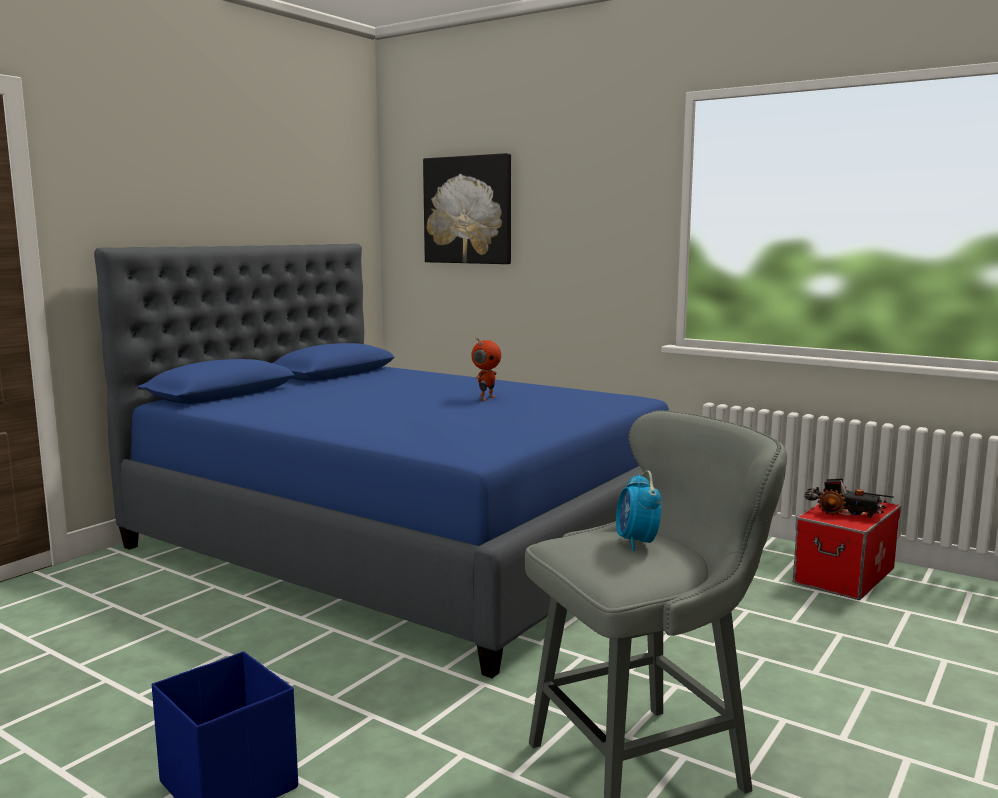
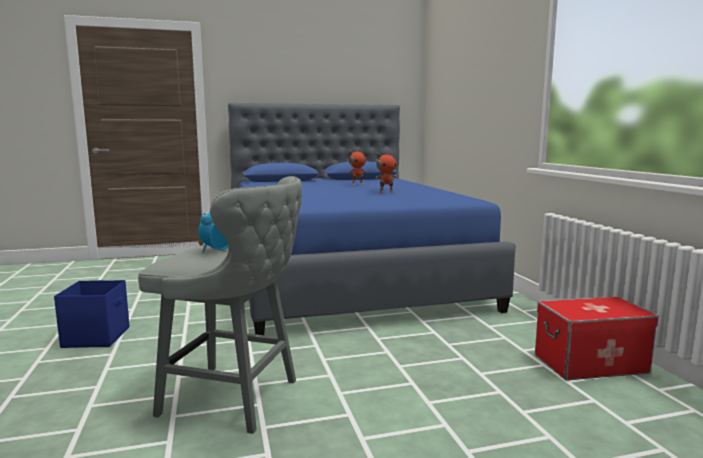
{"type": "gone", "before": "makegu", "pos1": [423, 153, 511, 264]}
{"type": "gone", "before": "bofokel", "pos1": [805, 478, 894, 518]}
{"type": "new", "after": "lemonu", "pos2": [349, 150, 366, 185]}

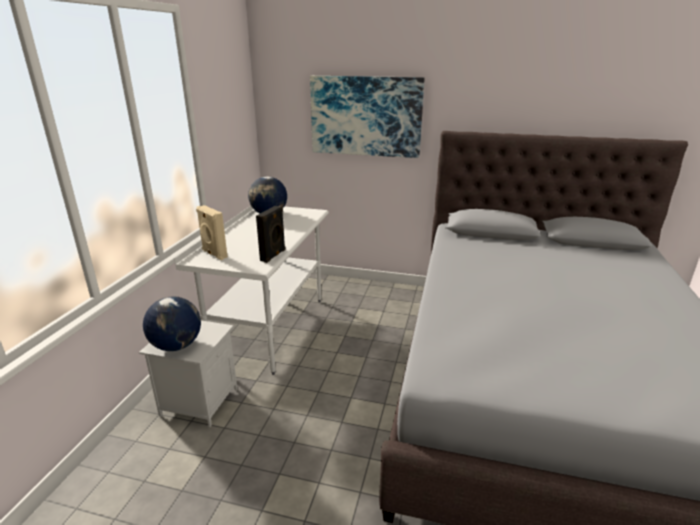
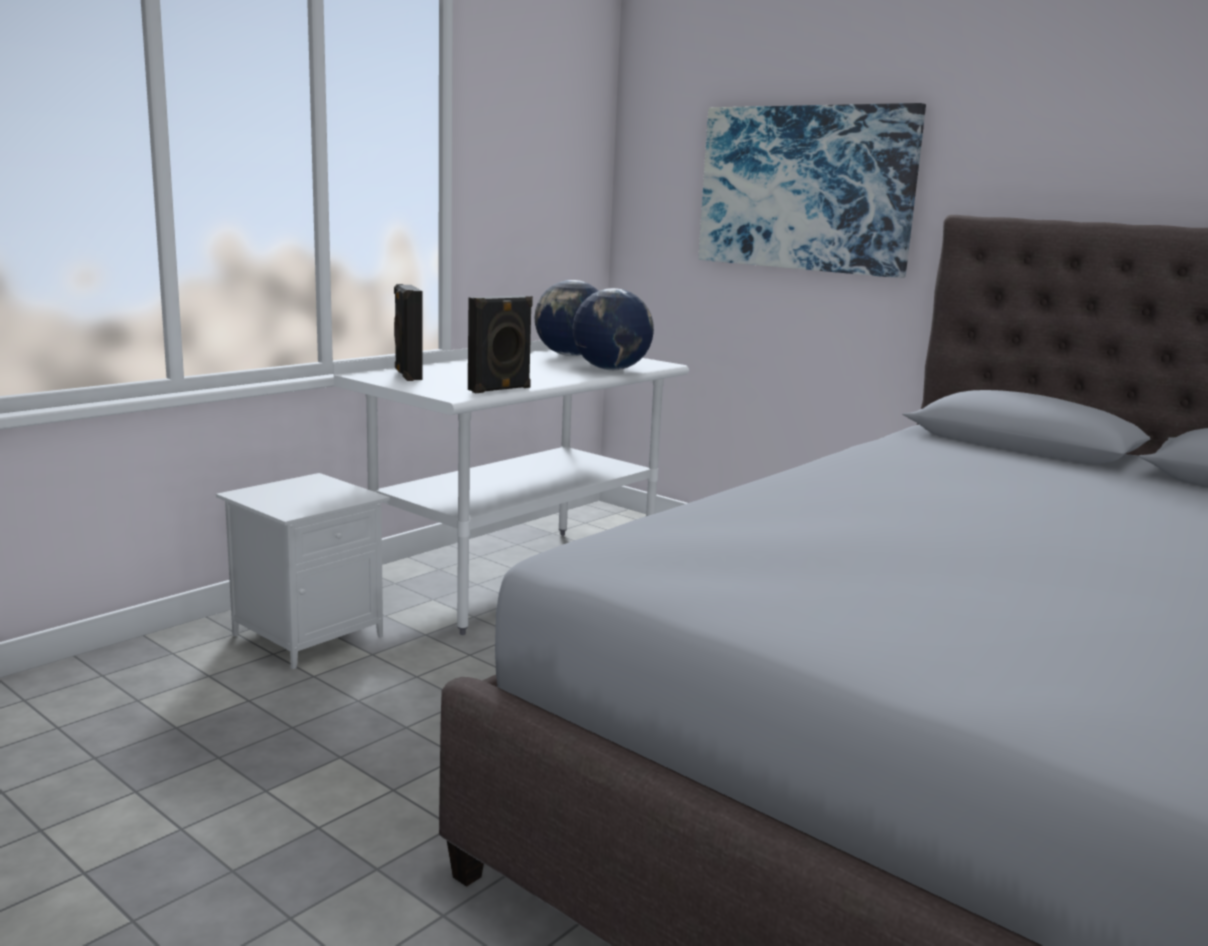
{"type": "shifted", "before": "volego", "pos1": [143, 296, 201, 351], "pos2": [573, 288, 654, 370]}
{"type": "repainted", "before": "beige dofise", "after": "black dofise", "pos1": [196, 205, 228, 260], "pos2": [394, 284, 423, 381]}

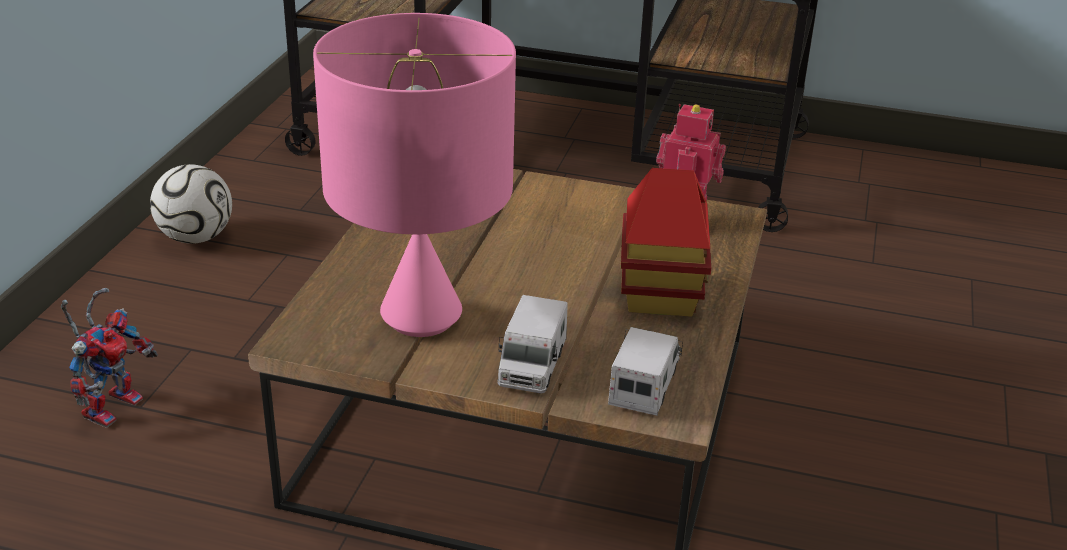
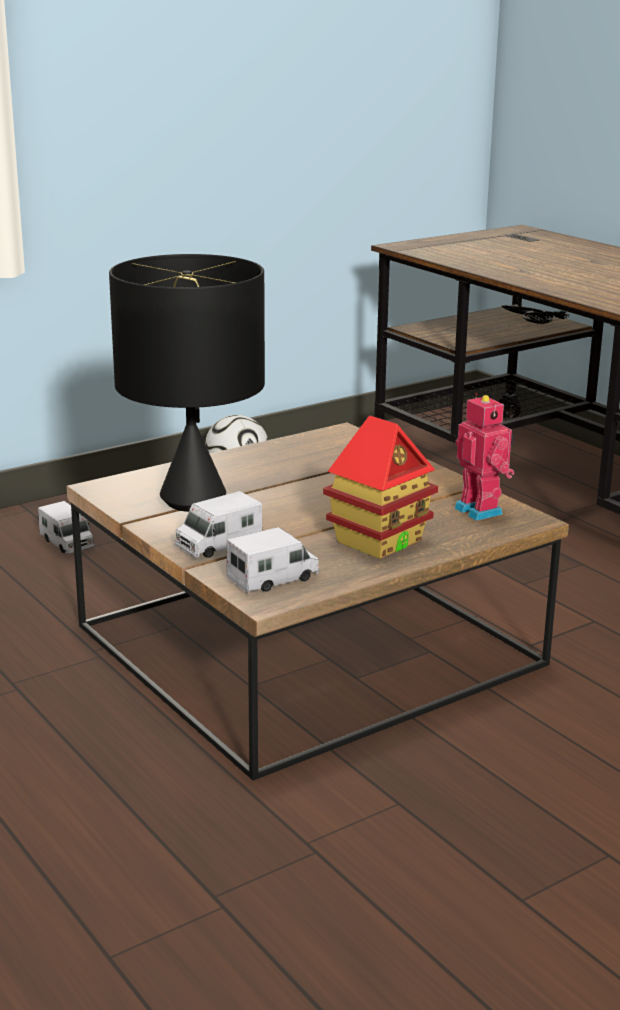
{"type": "swapped", "before": "lemonu", "after": "bofokel", "pos1": [61, 288, 158, 428], "pos2": [38, 501, 94, 554]}
{"type": "repainted", "before": "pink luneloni", "after": "black luneloni", "pos1": [313, 13, 516, 337], "pos2": [109, 254, 265, 512]}

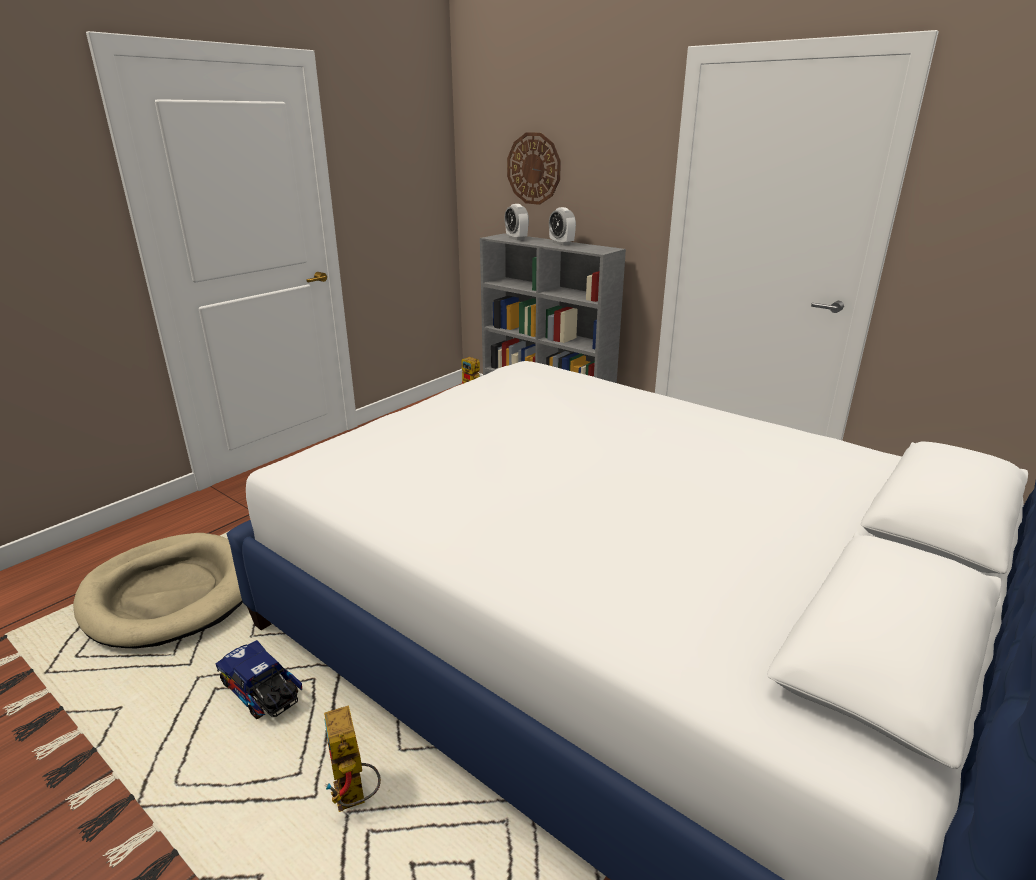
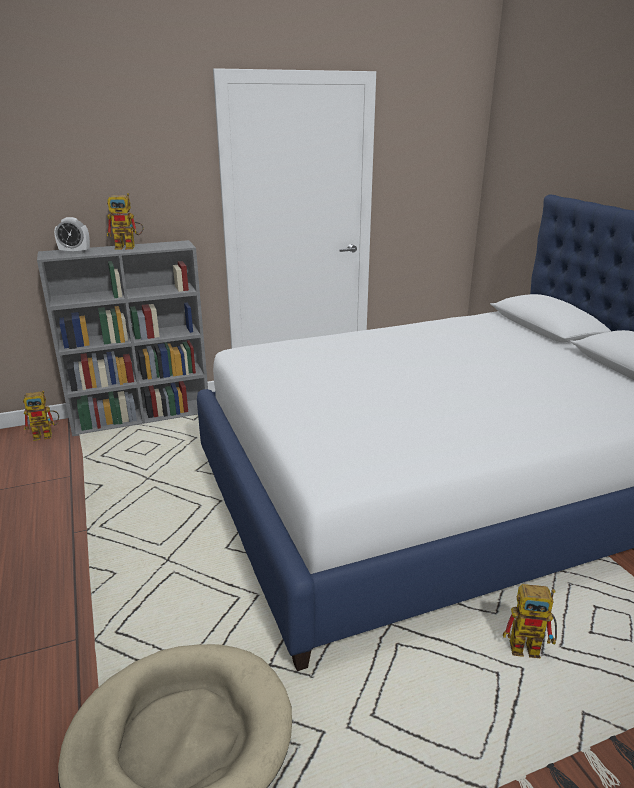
{"type": "gone", "before": "bofokel", "pos1": [216, 640, 302, 719]}
{"type": "gone", "before": "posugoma", "pos1": [507, 132, 561, 205]}
{"type": "swapped", "before": "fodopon", "after": "lemonu", "pos1": [549, 207, 576, 245], "pos2": [107, 193, 144, 250]}

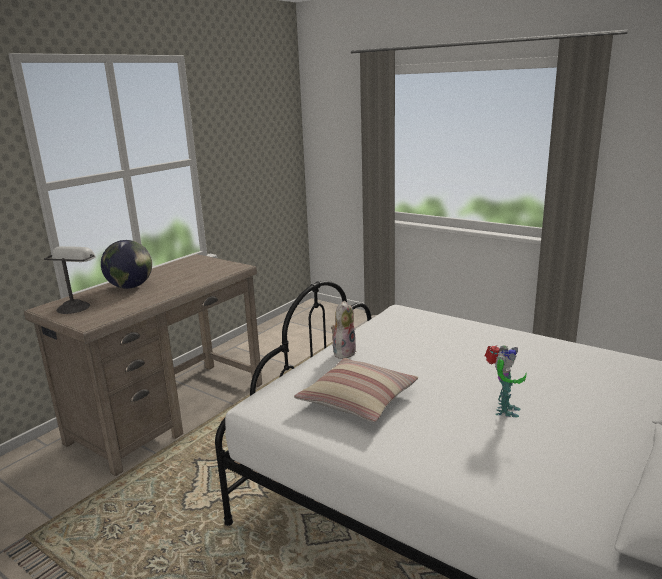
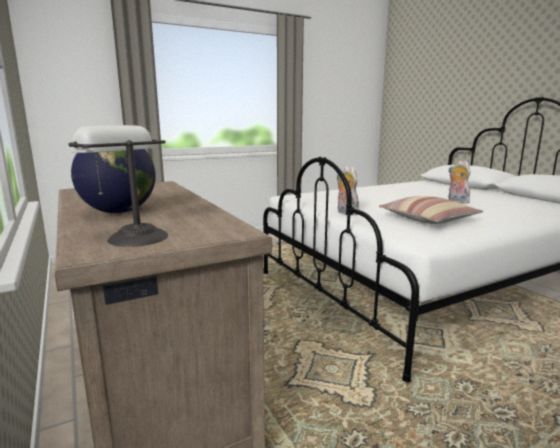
{"type": "swapped", "before": "lemonu", "after": "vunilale", "pos1": [485, 345, 526, 418], "pos2": [448, 161, 471, 204]}

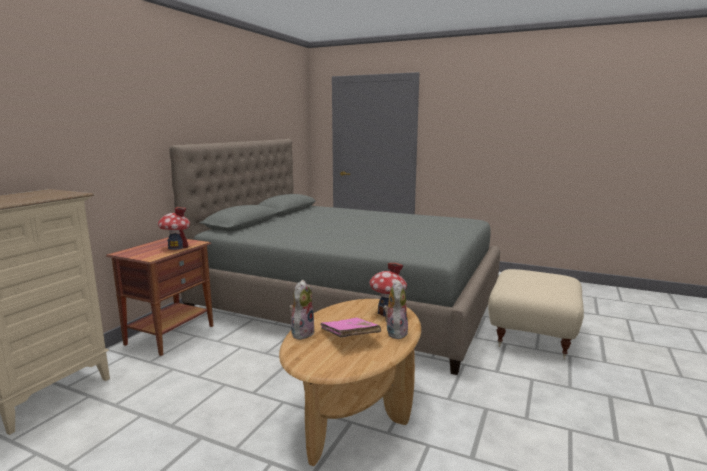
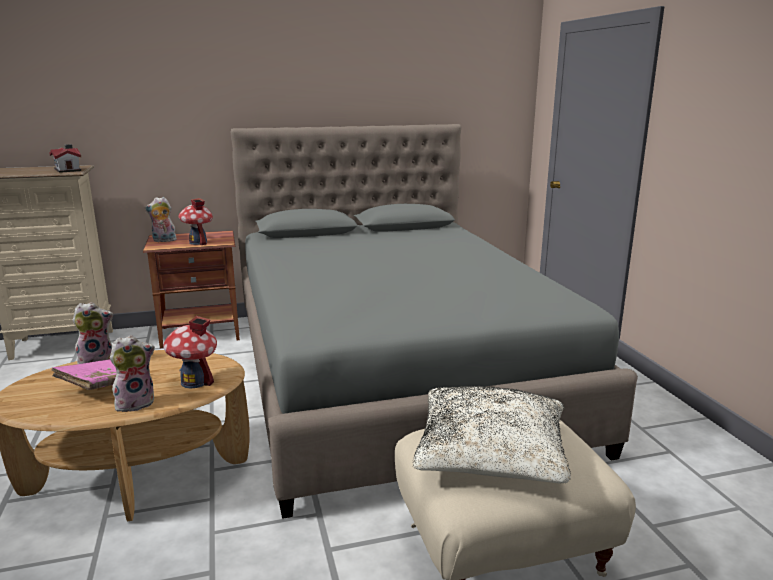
{"type": "new", "after": "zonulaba", "pos2": [49, 144, 82, 173]}
{"type": "new", "after": "vunilale", "pos2": [145, 197, 177, 242]}
{"type": "new", "after": "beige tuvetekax", "pos2": [413, 386, 572, 483]}

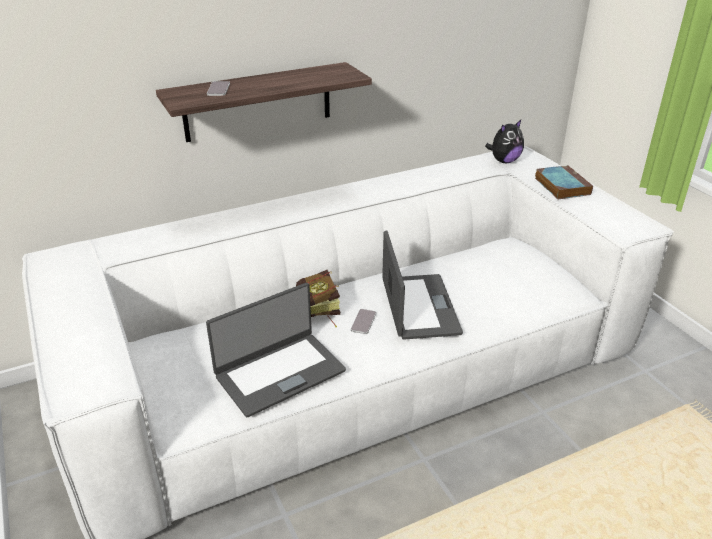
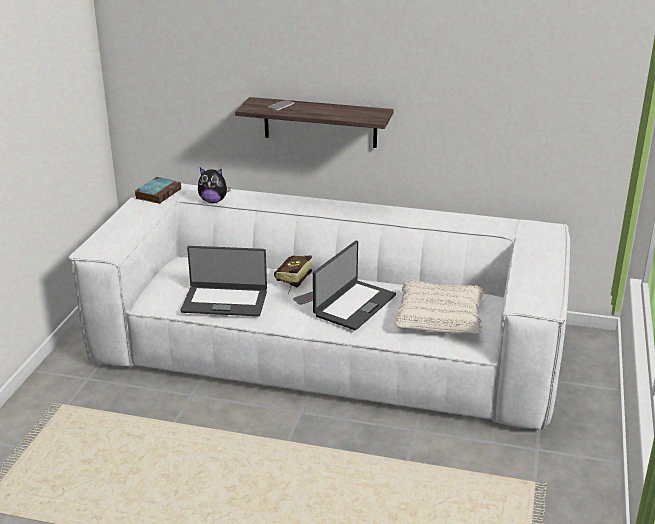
{"type": "shifted", "before": "vunilale", "pos1": [485, 120, 524, 163], "pos2": [198, 168, 231, 203]}
{"type": "shifted", "before": "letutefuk", "pos1": [535, 165, 593, 199], "pos2": [135, 177, 181, 204]}
{"type": "new", "after": "beige tuvetekax", "pos2": [395, 279, 485, 335]}

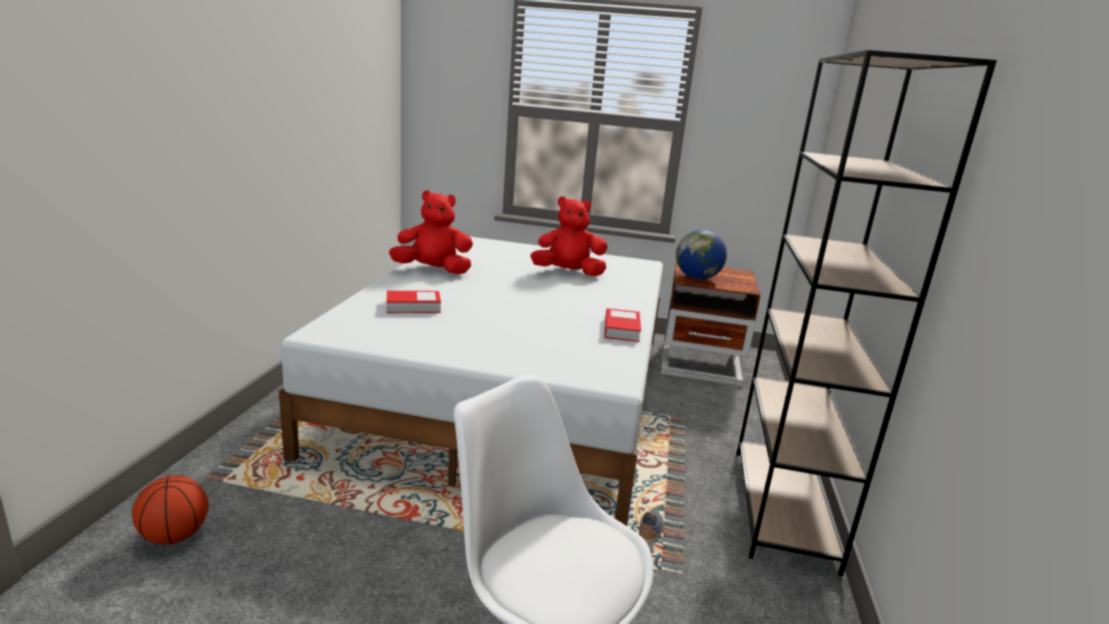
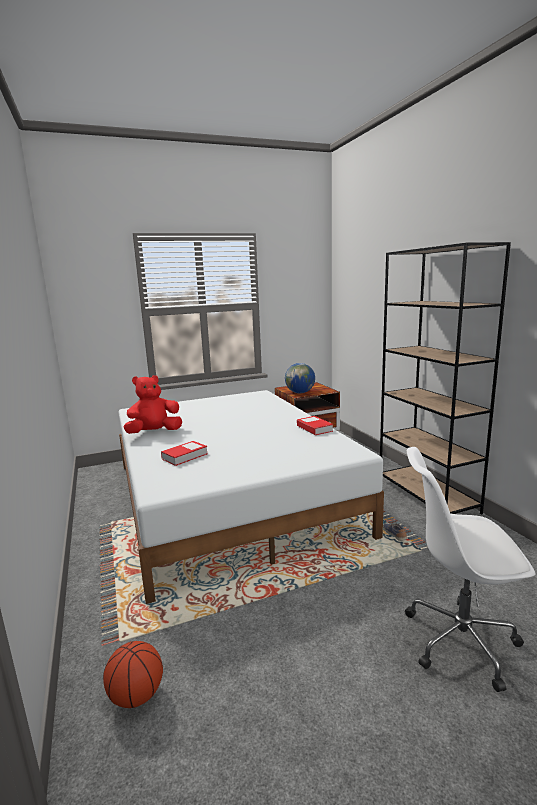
{"type": "gone", "before": "red vunilale", "pos1": [530, 196, 608, 276]}

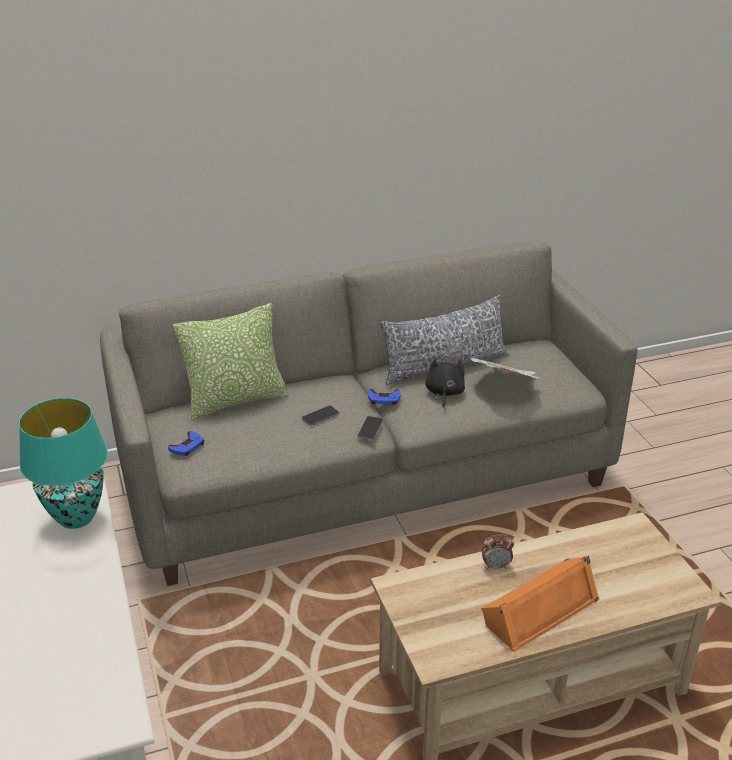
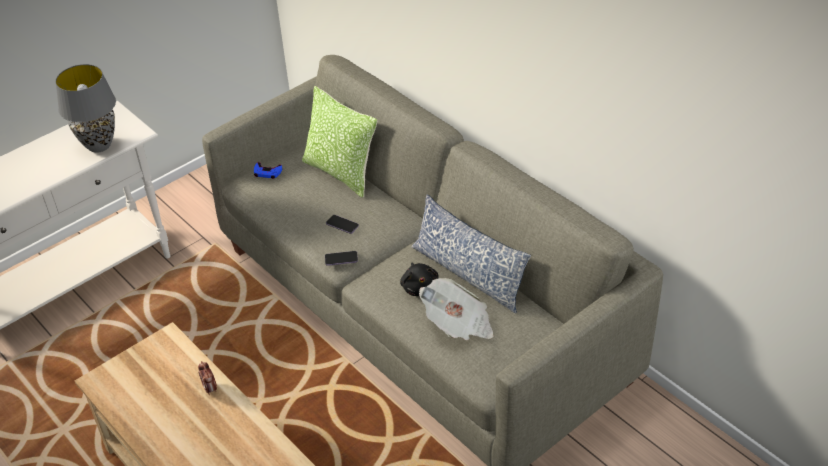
{"type": "repainted", "before": "turquoise luneloni", "after": "grey luneloni", "pos1": [19, 398, 108, 529], "pos2": [55, 64, 116, 153]}
{"type": "gone", "before": "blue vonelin", "pos1": [368, 389, 400, 405]}
{"type": "rotated", "before": "black vunilale", "pos1": [425, 356, 465, 408], "pos2": [400, 263, 439, 296], "turn": 90}
{"type": "gone", "before": "orange dofise", "pos1": [481, 556, 600, 652]}

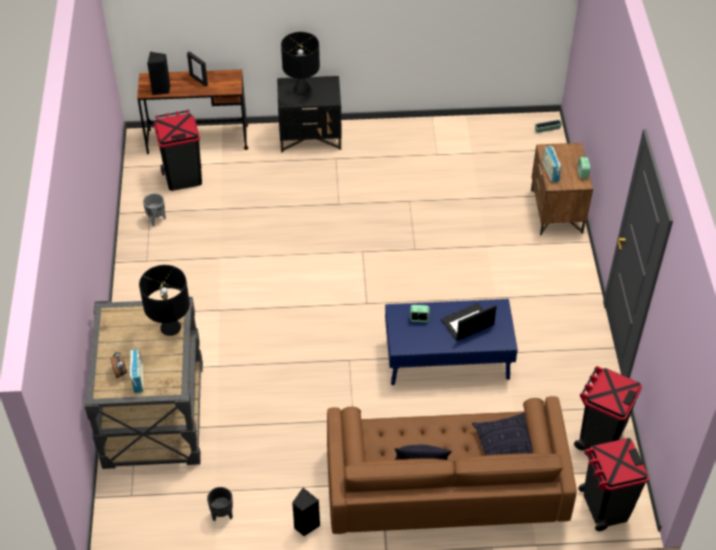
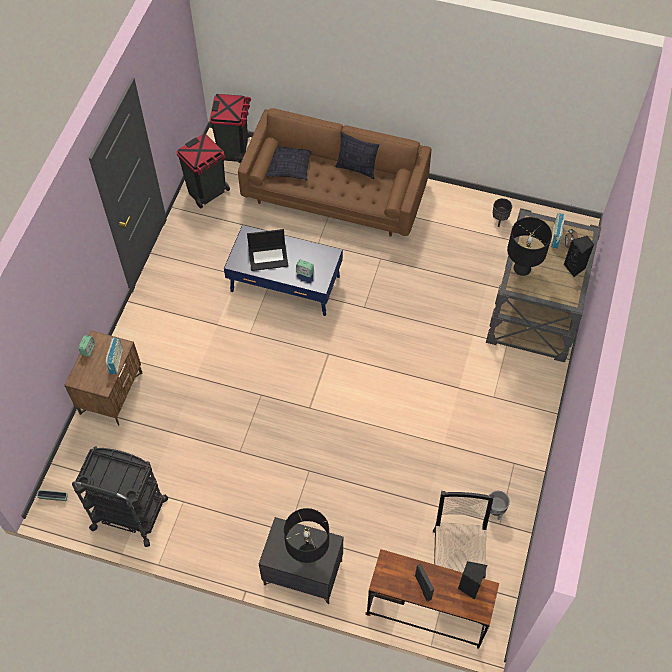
{"type": "swapped", "before": "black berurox", "after": "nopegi", "pos1": [154, 109, 202, 191], "pos2": [433, 491, 494, 579]}
{"type": "shifted", "before": "black dofise", "pos1": [292, 488, 320, 536], "pos2": [564, 236, 594, 277]}
{"type": "new", "after": "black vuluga", "pos2": [72, 446, 168, 547]}

